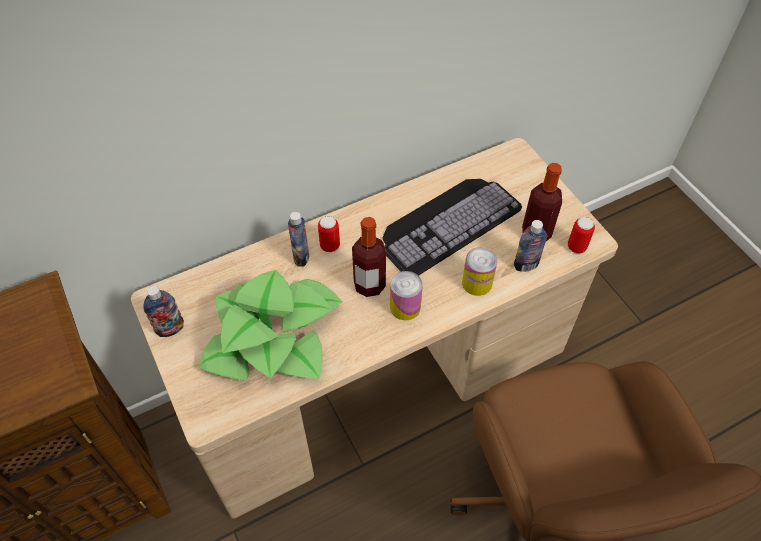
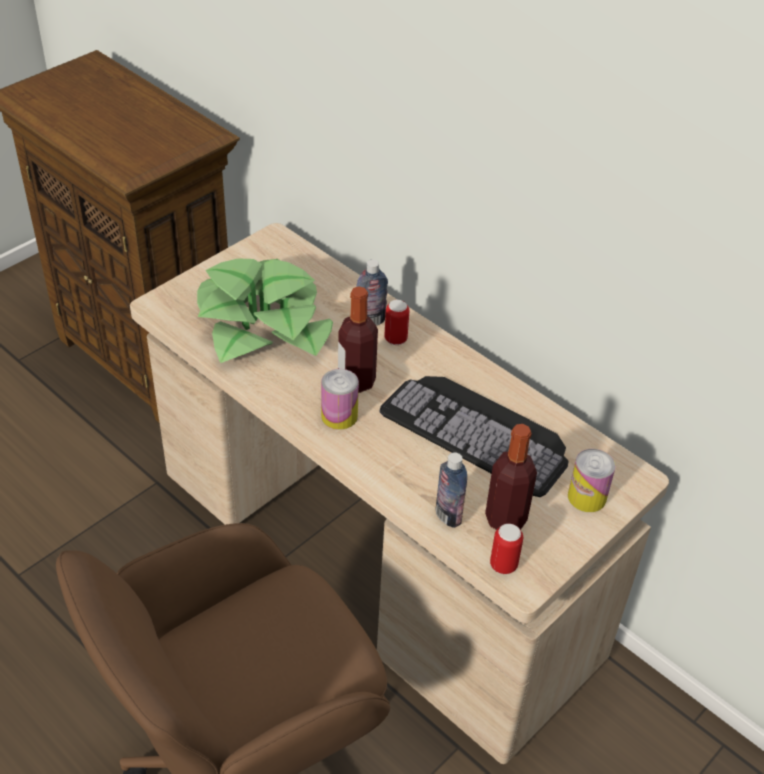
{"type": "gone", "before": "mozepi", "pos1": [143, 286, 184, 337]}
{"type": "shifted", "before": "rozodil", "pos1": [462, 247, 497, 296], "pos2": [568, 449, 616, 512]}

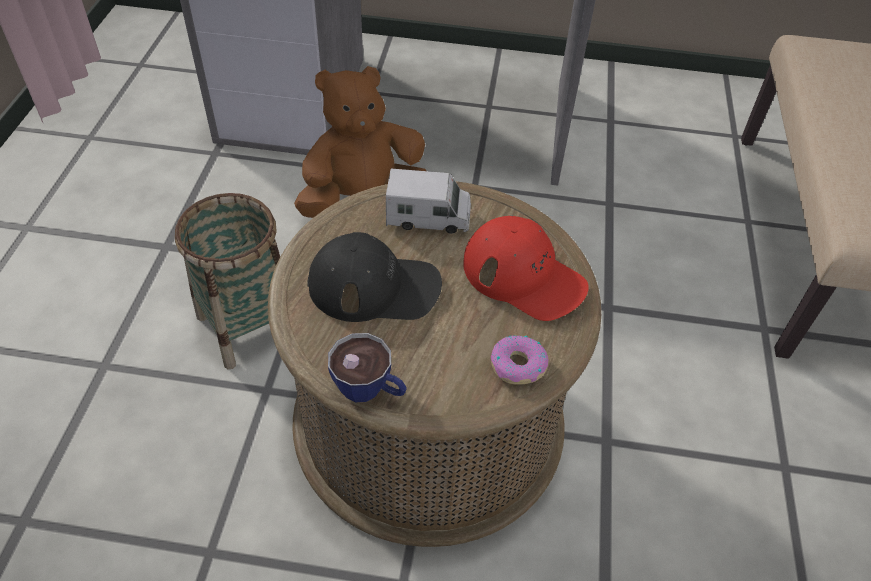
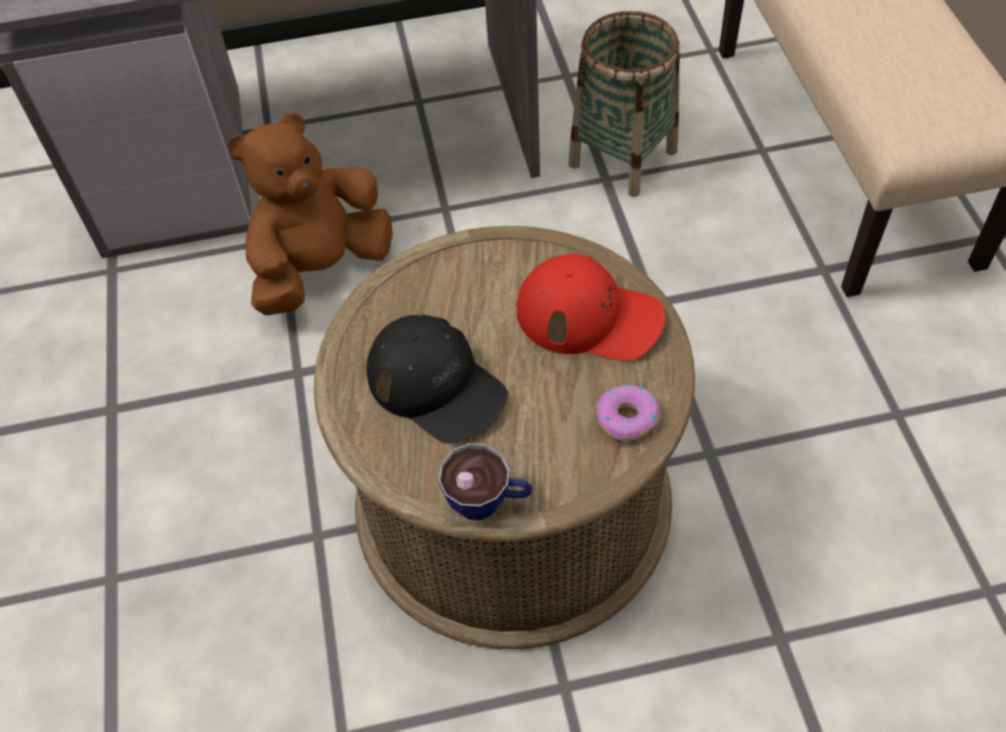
{"type": "shifted", "before": "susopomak", "pos1": [175, 193, 280, 369], "pos2": [568, 11, 680, 197]}
{"type": "rotated", "before": "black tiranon", "pos1": [307, 232, 442, 322], "pos2": [367, 315, 508, 444], "turn": 60}
{"type": "gone", "before": "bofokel", "pos1": [386, 169, 471, 234]}

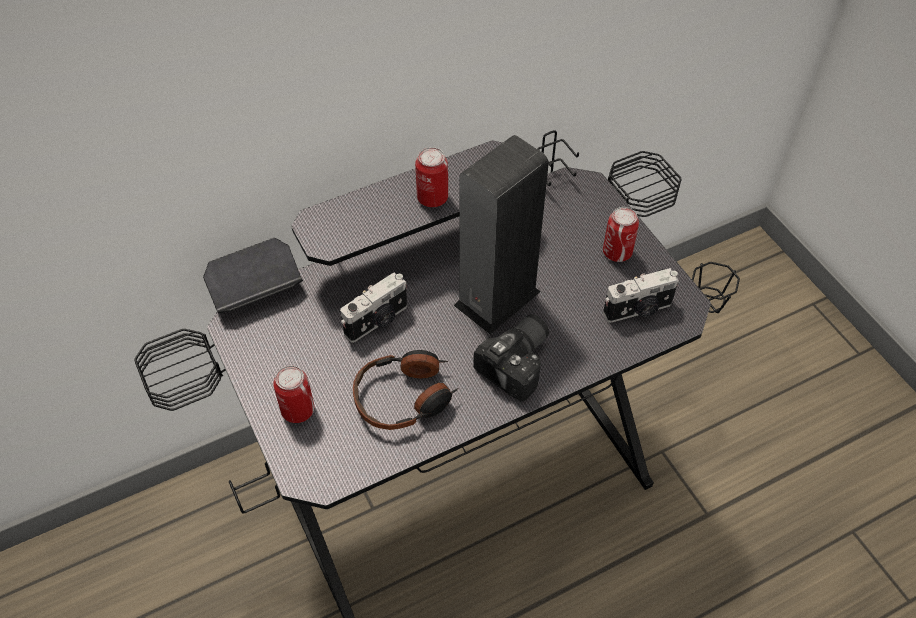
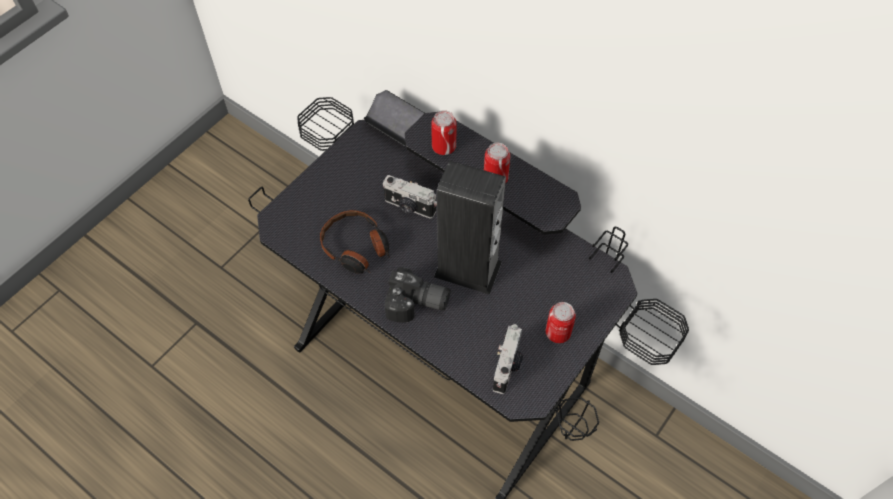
{"type": "shifted", "before": "rozodil", "pos1": [273, 366, 314, 423], "pos2": [431, 110, 456, 155]}
{"type": "rotated", "before": "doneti", "pos1": [603, 268, 679, 323], "pos2": [493, 324, 523, 394], "turn": -120}

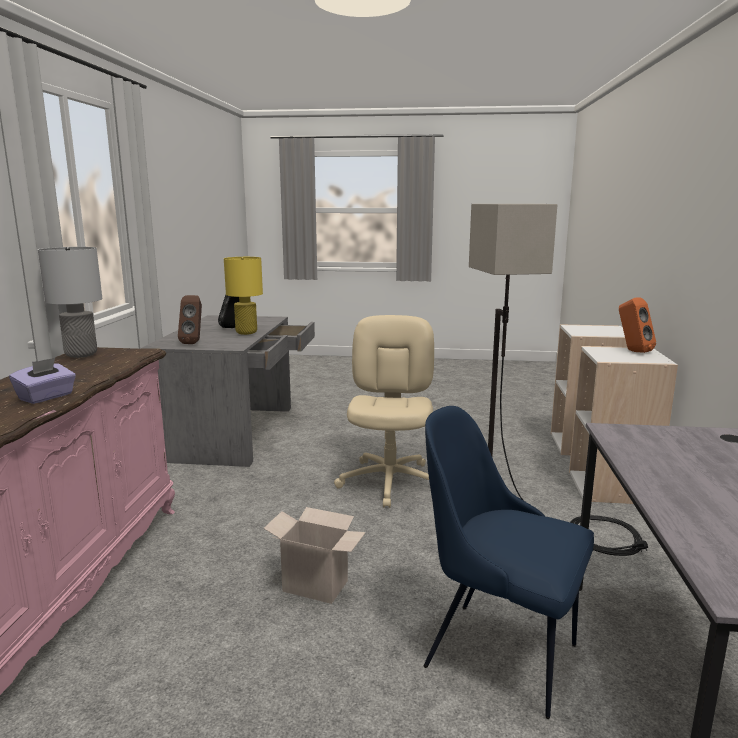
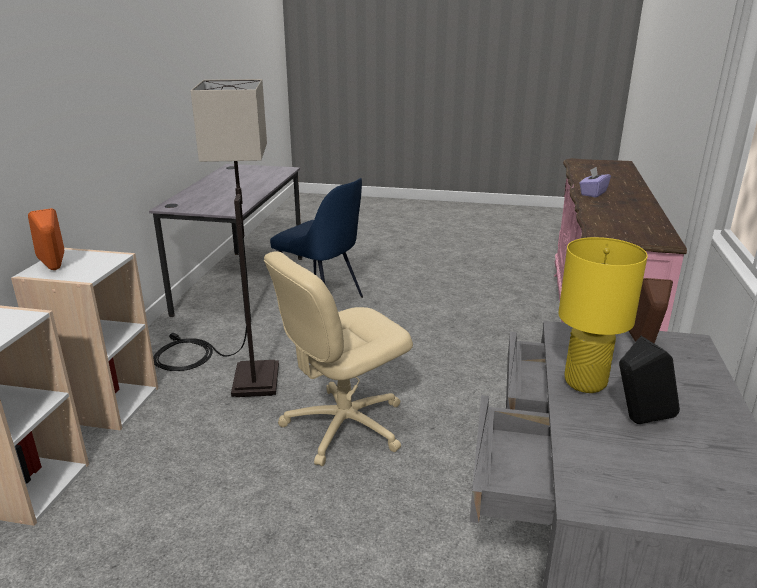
{"type": "gone", "before": "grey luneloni", "pos1": [38, 247, 102, 358]}
{"type": "gone", "before": "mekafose", "pos1": [263, 507, 366, 604]}
{"type": "rotated", "before": "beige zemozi", "pos1": [334, 315, 434, 508], "pos2": [264, 251, 413, 466], "turn": 45}

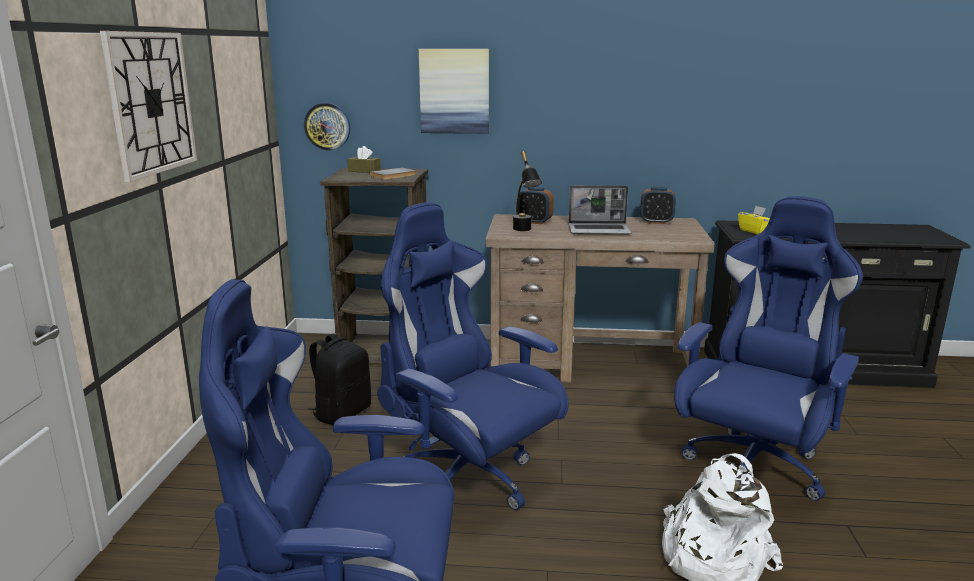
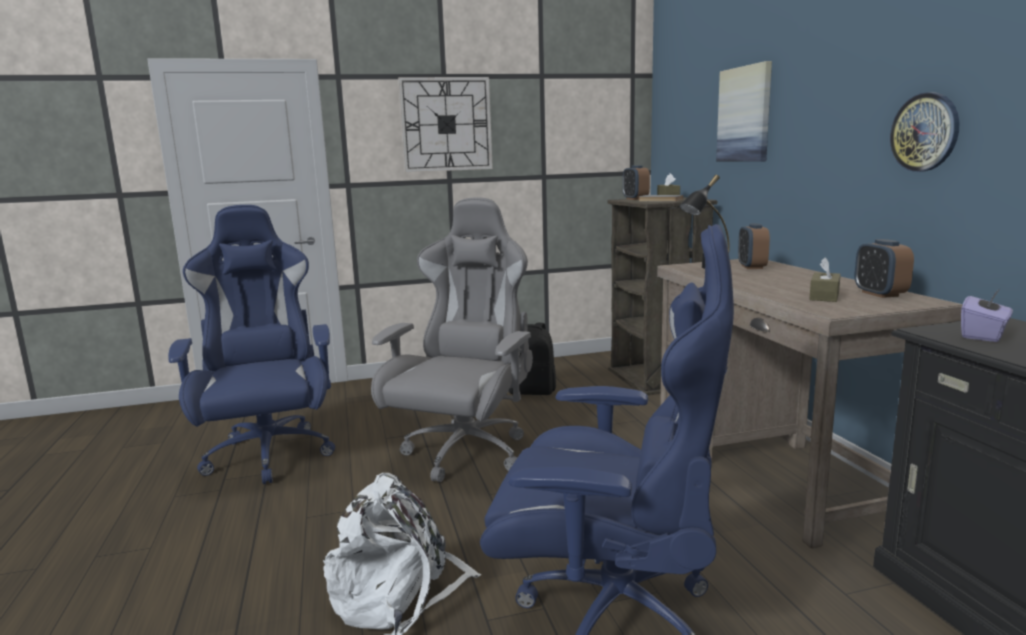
{"type": "shifted", "before": "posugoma", "pos1": [304, 103, 350, 150], "pos2": [890, 92, 959, 172]}
{"type": "repainted", "before": "blue zemozi", "after": "grey zemozi", "pos1": [377, 202, 569, 510], "pos2": [371, 198, 533, 482]}
{"type": "gone", "before": "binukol", "pos1": [568, 185, 632, 235]}
{"type": "repainted", "before": "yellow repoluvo", "after": "purple repoluvo", "pos1": [738, 206, 770, 234], "pos2": [961, 289, 1013, 342]}
{"type": "new", "after": "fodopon", "pos2": [623, 165, 650, 200]}
{"type": "new", "after": "brown repoluvo", "pos2": [809, 257, 841, 302]}

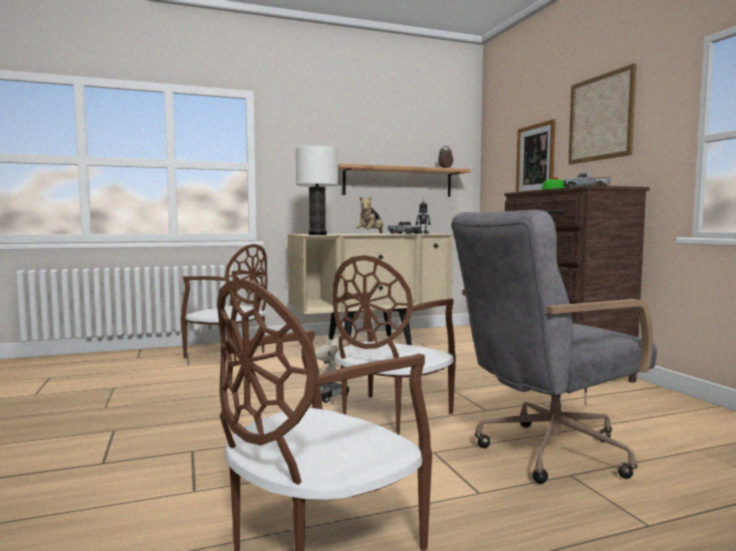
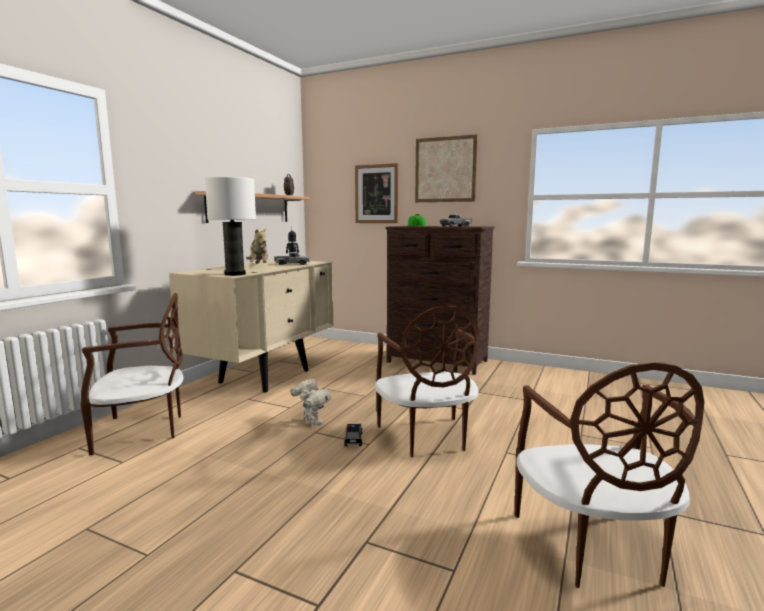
{"type": "gone", "before": "grey zemozi", "pos1": [451, 209, 657, 484]}

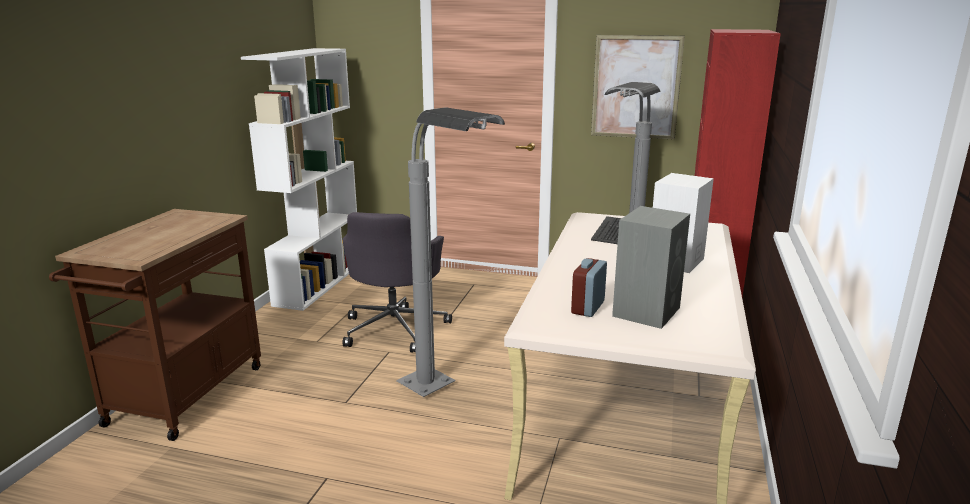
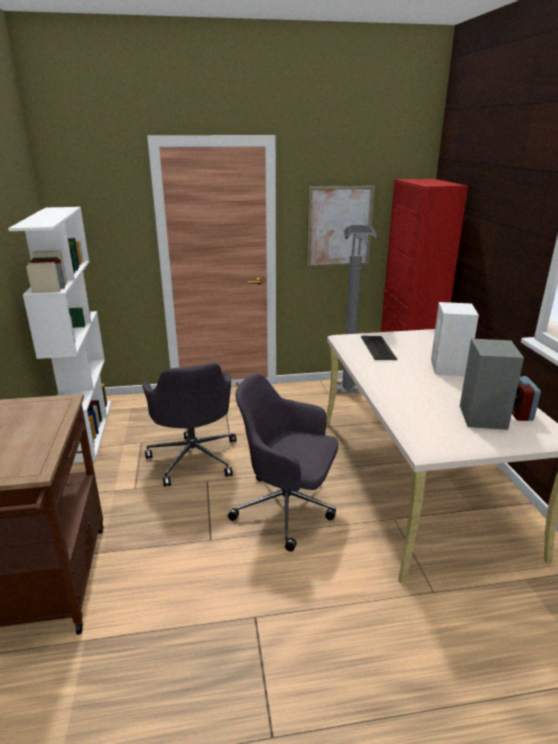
{"type": "swapped", "before": "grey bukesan", "after": "grey zemozi", "pos1": [396, 107, 505, 397], "pos2": [228, 374, 338, 552]}
{"type": "shifted", "before": "fodopon", "pos1": [571, 258, 607, 317], "pos2": [512, 376, 541, 421]}

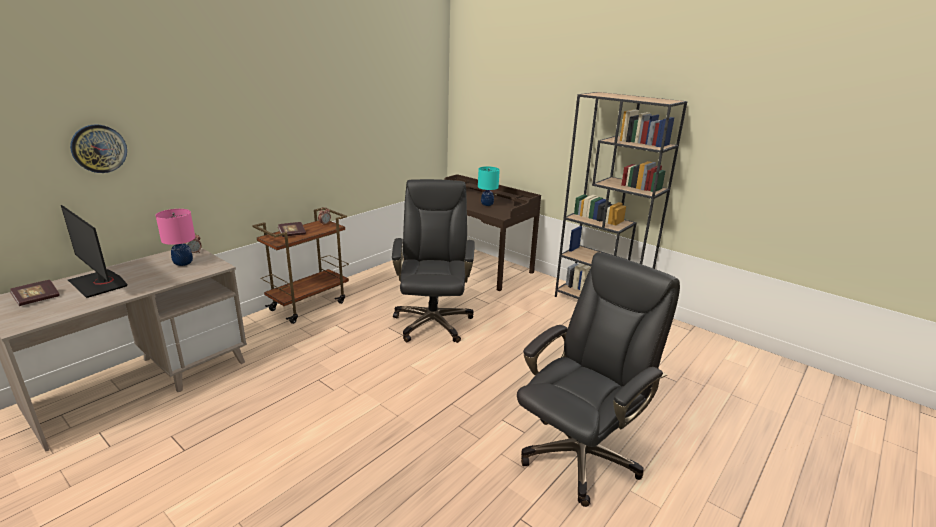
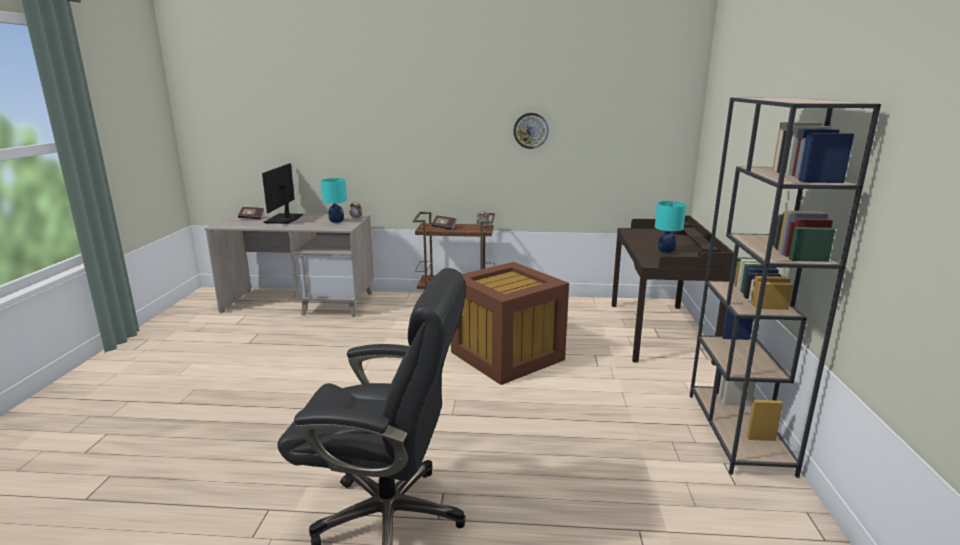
{"type": "shifted", "before": "posugoma", "pos1": [70, 124, 127, 173], "pos2": [514, 113, 549, 149]}
{"type": "repainted", "before": "pink luneloni", "after": "turquoise luneloni", "pos1": [155, 209, 195, 266], "pos2": [321, 178, 347, 223]}
{"type": "swapped", "before": "black zemozi", "after": "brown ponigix", "pos1": [392, 179, 475, 343], "pos2": [451, 262, 569, 385]}

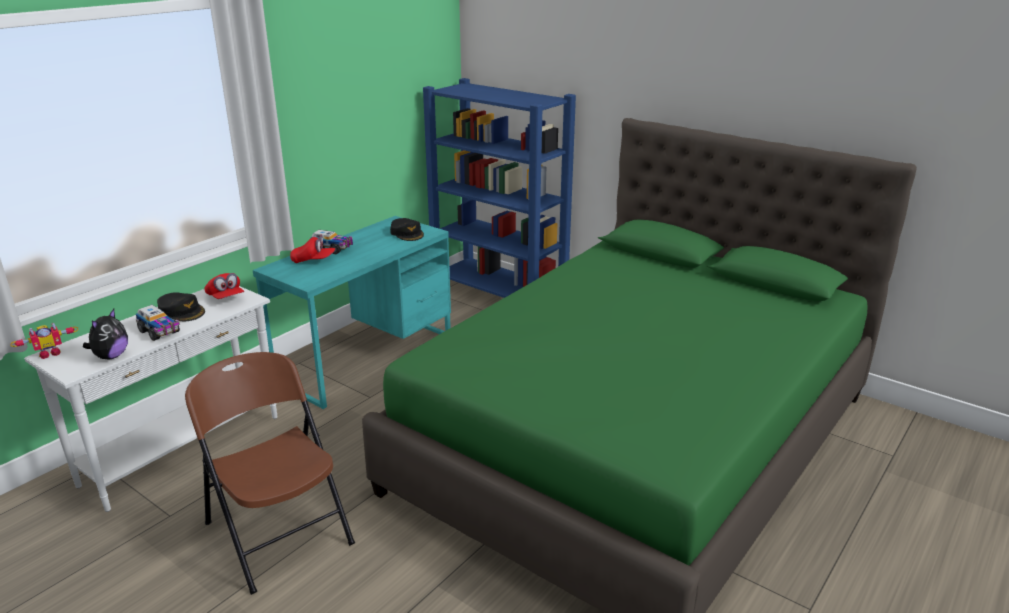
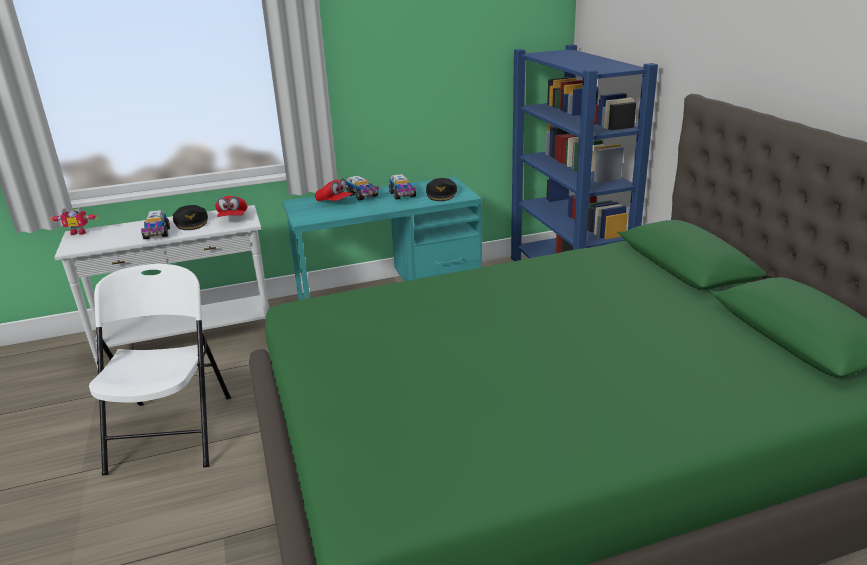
{"type": "gone", "before": "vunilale", "pos1": [83, 309, 128, 360]}
{"type": "repainted", "before": "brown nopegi", "after": "white nopegi", "pos1": [185, 352, 355, 595], "pos2": [89, 264, 231, 476]}
{"type": "new", "after": "bofokel", "pos2": [389, 174, 416, 199]}

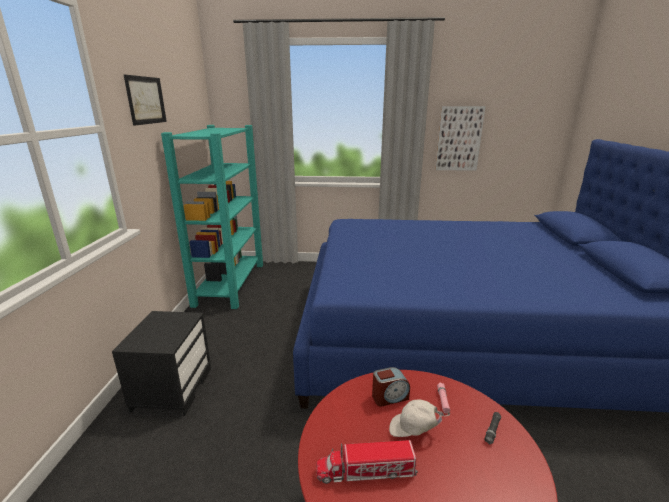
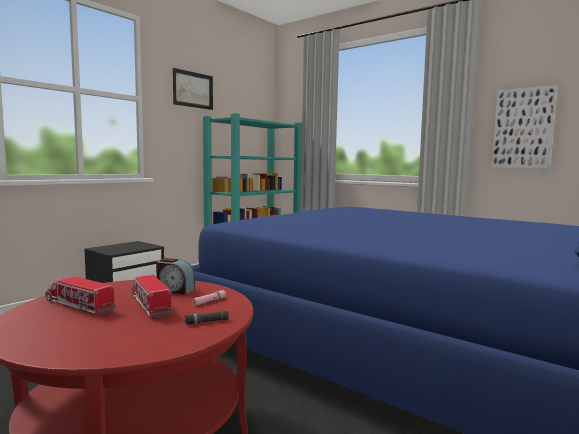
{"type": "swapped", "before": "white tiranon", "after": "bofokel", "pos1": [389, 400, 450, 437], "pos2": [132, 274, 172, 317]}

